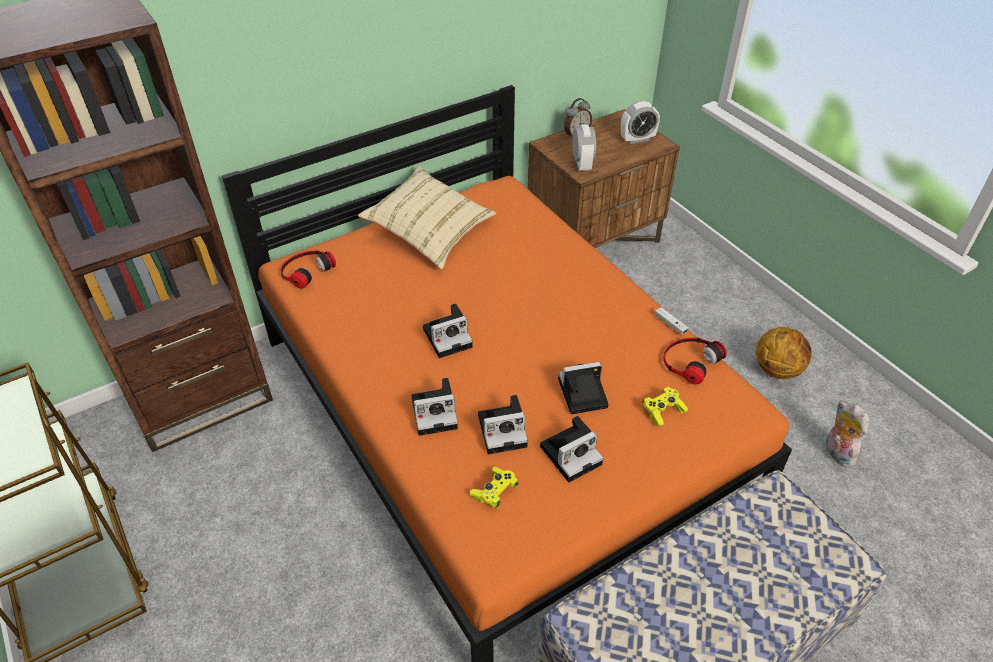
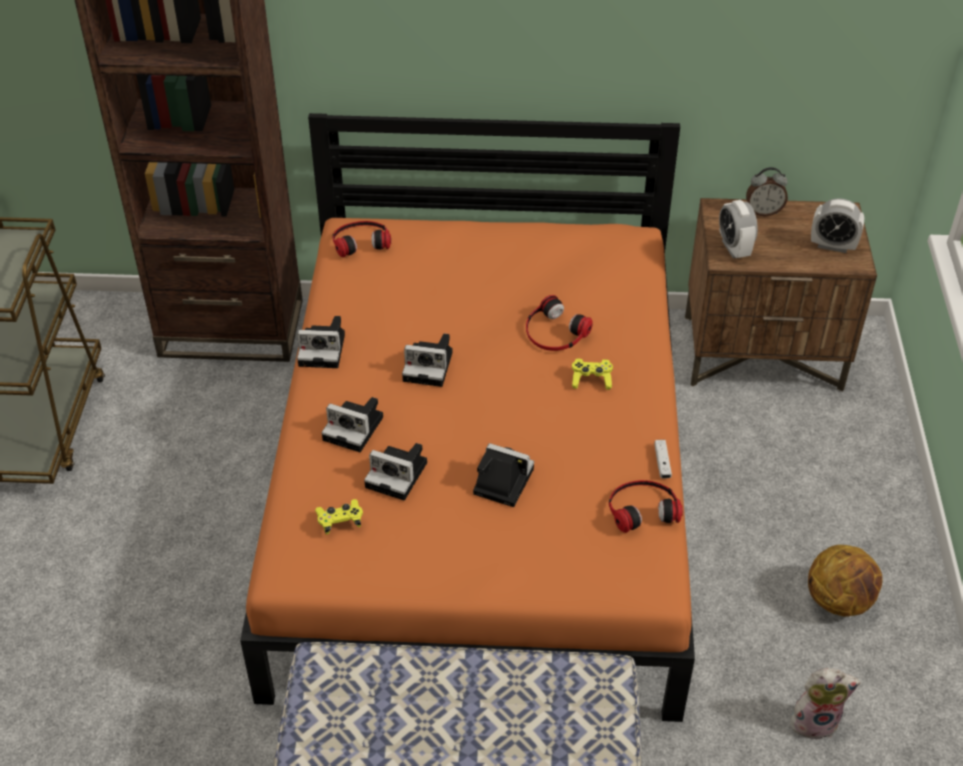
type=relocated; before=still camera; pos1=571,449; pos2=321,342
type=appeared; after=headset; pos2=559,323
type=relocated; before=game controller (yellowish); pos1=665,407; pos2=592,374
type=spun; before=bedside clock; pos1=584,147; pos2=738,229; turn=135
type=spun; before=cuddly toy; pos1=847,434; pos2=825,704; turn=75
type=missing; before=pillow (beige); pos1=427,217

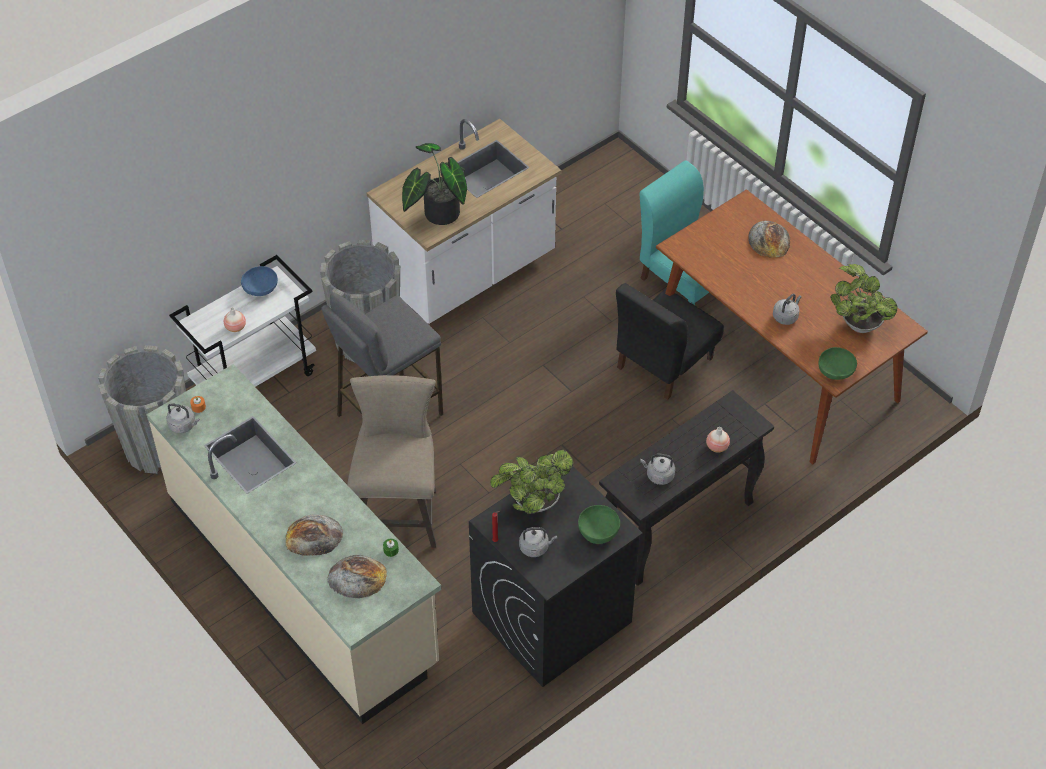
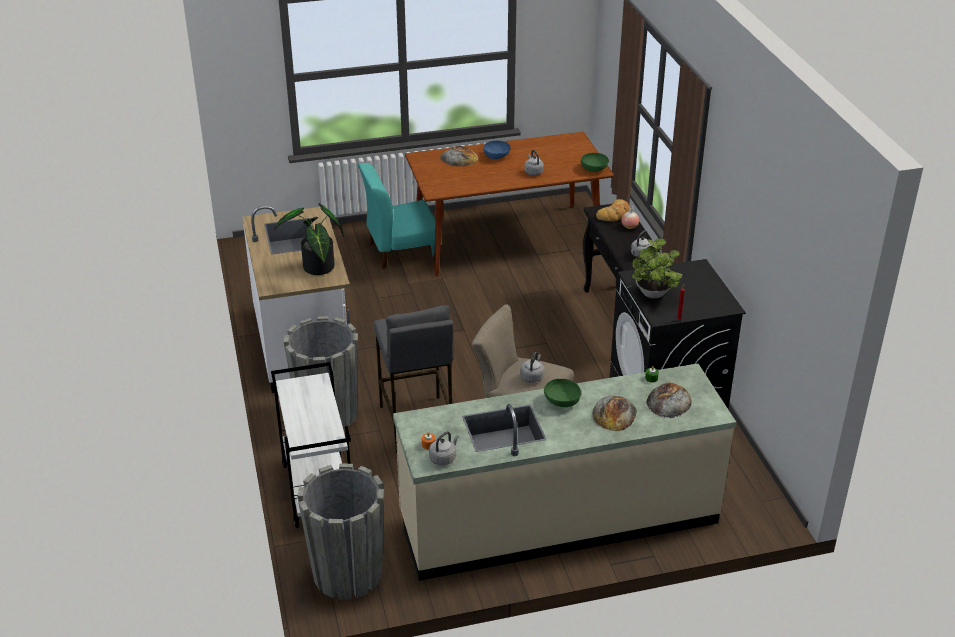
type=relocated; before=bowl (blue-coloured); pos1=259,281; pos2=497,149
type=relocated; before=kettle (grey); pos1=538,542; pos2=532,367
type=relocated; before=bowl (greenish); pos1=599,524; pos2=562,393
type=appeared; after=bakery bread; pos2=612,210
type=missing; before=decorative vase; pos1=235,319
type=missing; before=upright chair (blackish); pos1=669,341
type=missing; before=houseplant; pos1=864,298

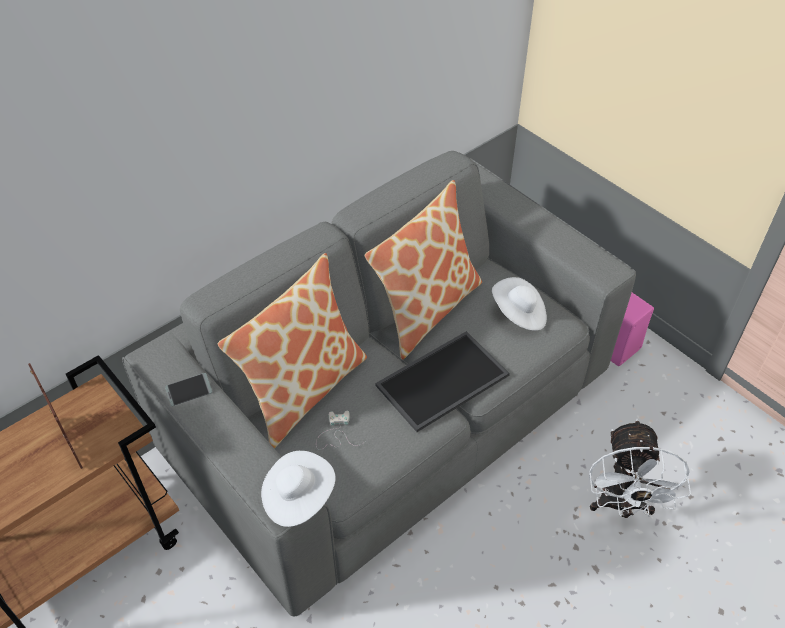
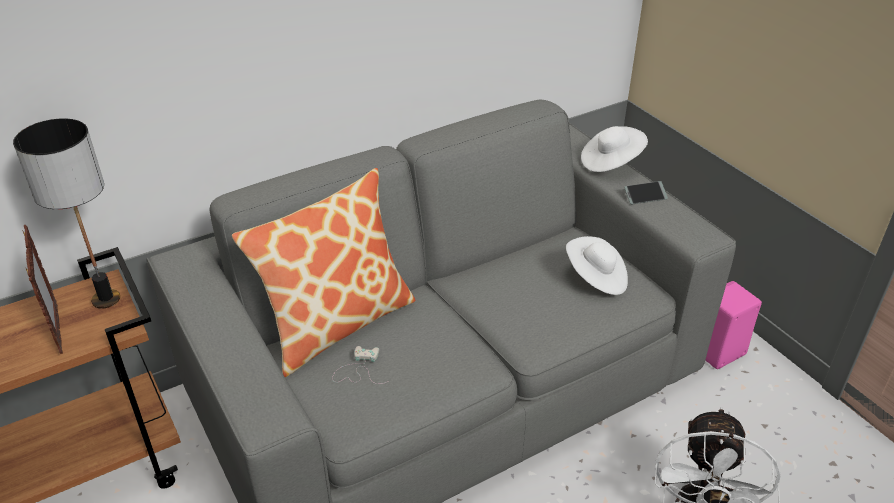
type=appeared; after=table lamp; pos2=66,213
type=relocated; before=clothing hat (white-coloured); pos1=298,489; pos2=614,149
type=relocated; before=handset; pos1=188,389; pos2=646,192
type=missing; before=pillow; pos1=423,269
type=missing; before=serving tray; pos1=442,381

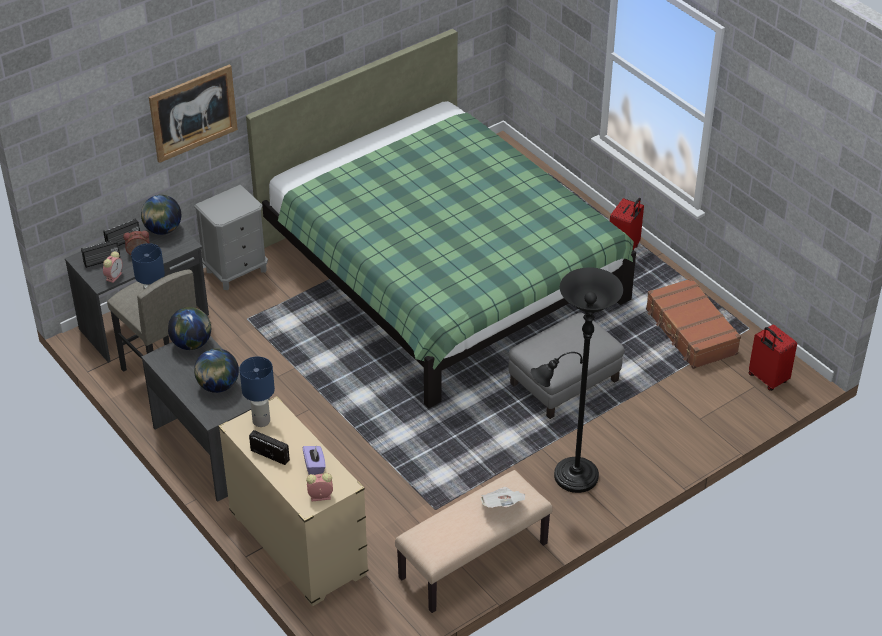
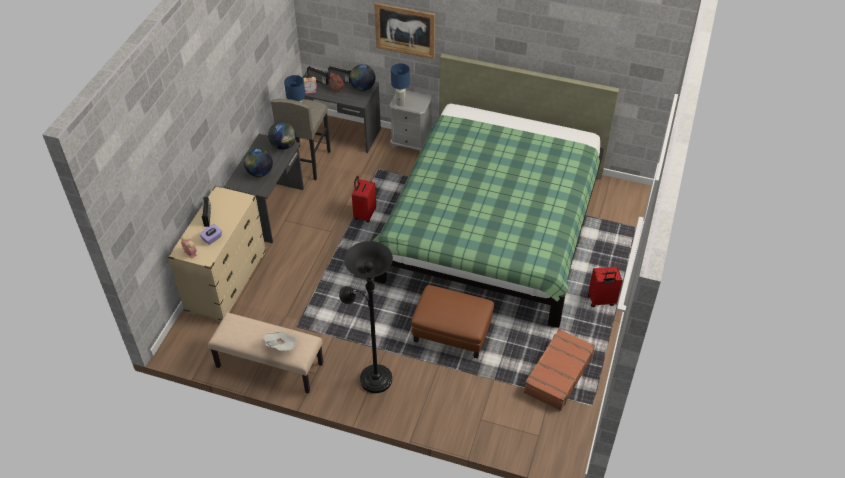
type=relocated; before=travel case (red-coloured); pos1=773,357; pos2=364,199
type=relocated; before=table lamp (blue-coloured); pos1=257,391; pos2=400,84
type=colour; before=footrest (grey); after=footrest (brown-coloured); pos1=566,365; pos2=452,322

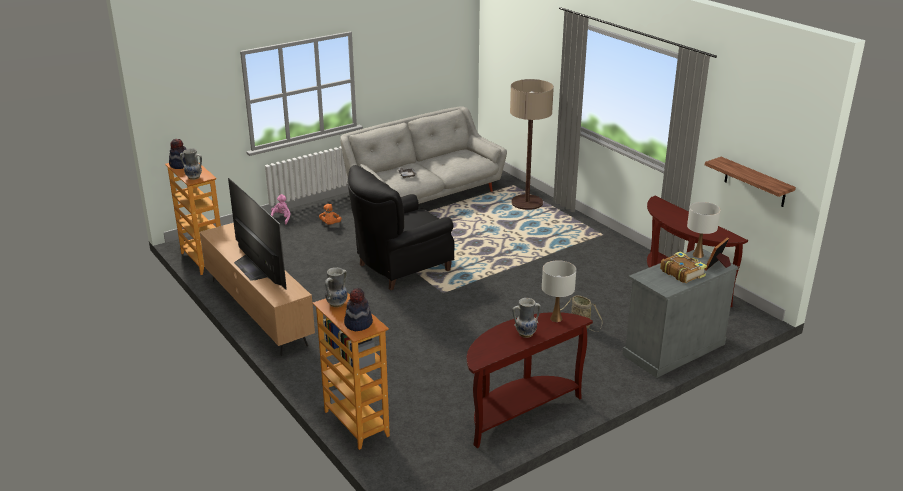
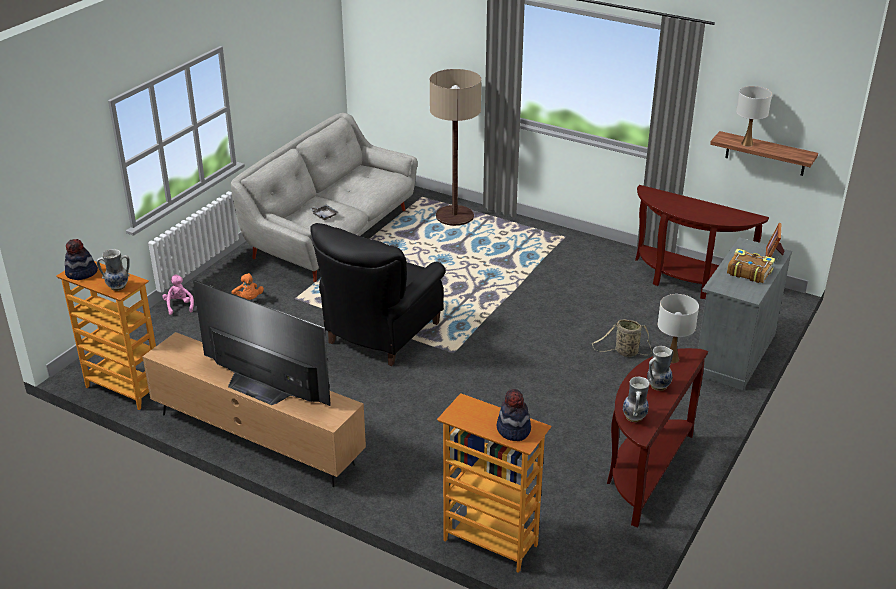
type=relocated; before=decorative vase; pos1=336,287; pos2=636,399
type=relocated; before=table lamp (white-coloured); pos1=704,230; pos2=754,116

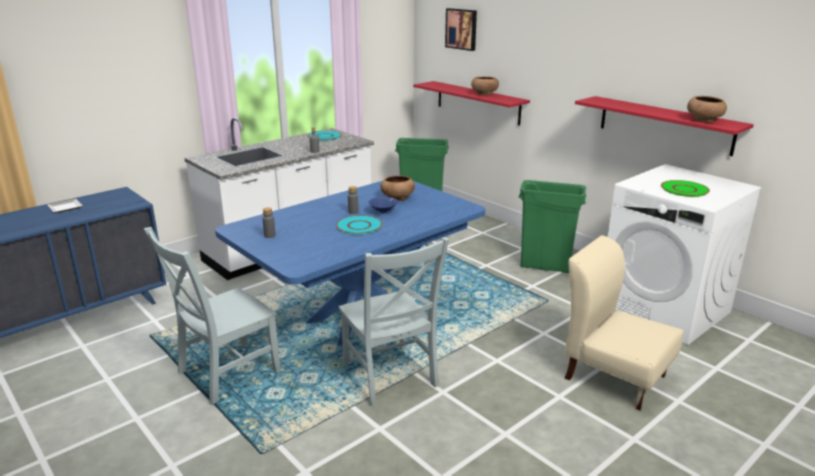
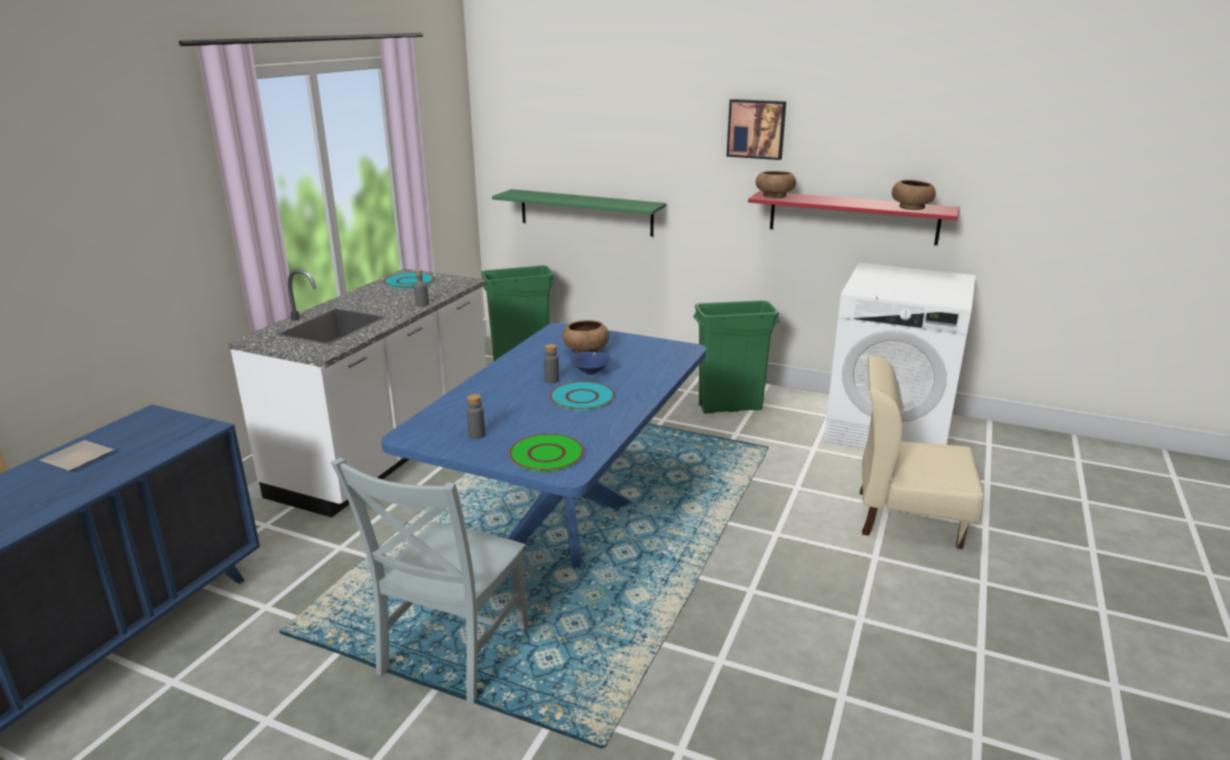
type=colour; before=wall shelf (red-coloured); after=wall shelf (greenish); pos1=471,103; pos2=579,212
type=relocated; before=flat dish (greenish); pos1=685,188; pos2=546,453
type=relocated; before=wall picture; pos1=461,29; pos2=756,129
type=relocated; before=bowl (brown-coloured); pos1=485,86; pos2=776,184
type=missing; before=upright chair (grey); pos1=394,322

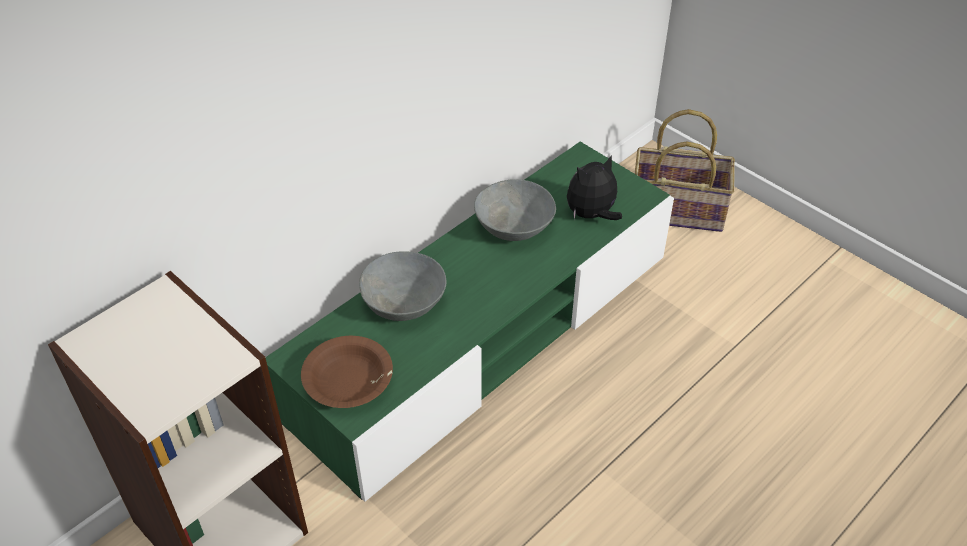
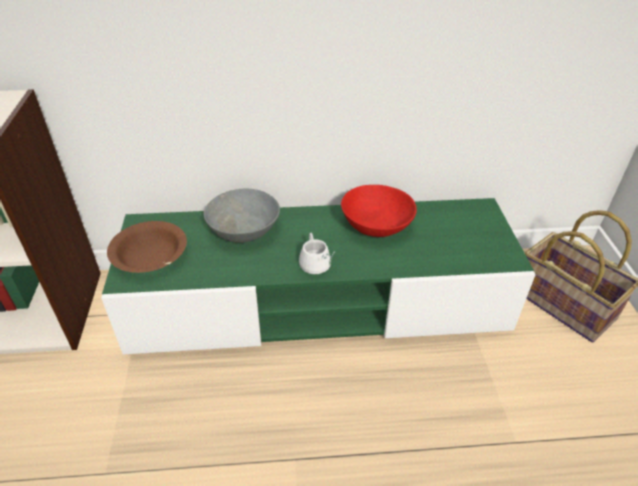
type=appeared; after=tea mug (white-coloured); pos2=317,253
type=colour; before=bowl (grey); after=bowl (red-coloured); pos1=515,210; pos2=379,211
type=missing; before=cuddly toy; pos1=594,187

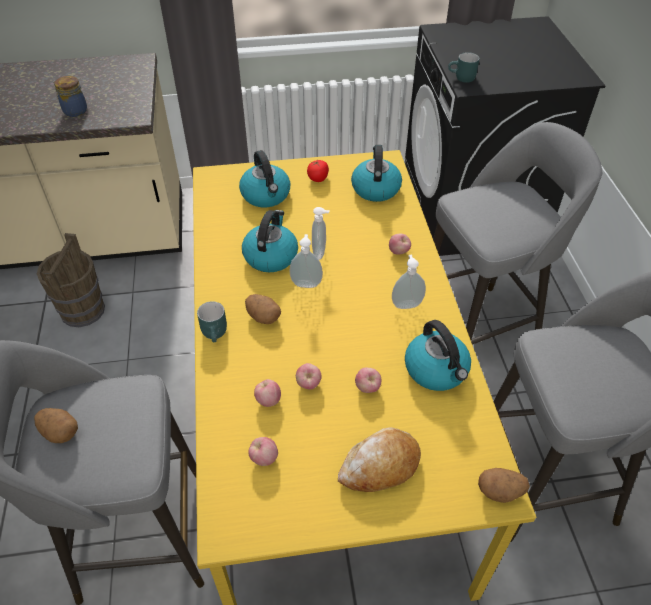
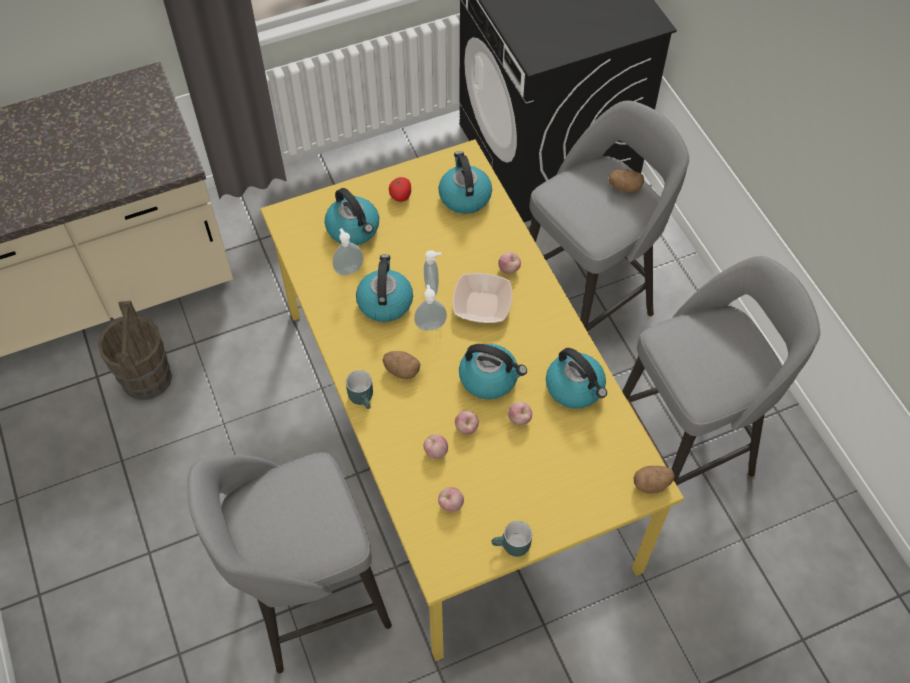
type=relocated; before=soap bottle; pos1=409,282; pos2=348,251
type=appeared; after=bowl; pos2=482,298
type=appeared; after=kettle; pos2=493,371
type=relocated; before=tea mug (turquoise-coloured); pos1=464,67; pos2=512,539
type=relocated; before=whole potato; pos1=56,425; pos2=626,181
type=missing; before=preserve jar; pos1=70,96
type=missing; before=bakery bread; pos1=379,459

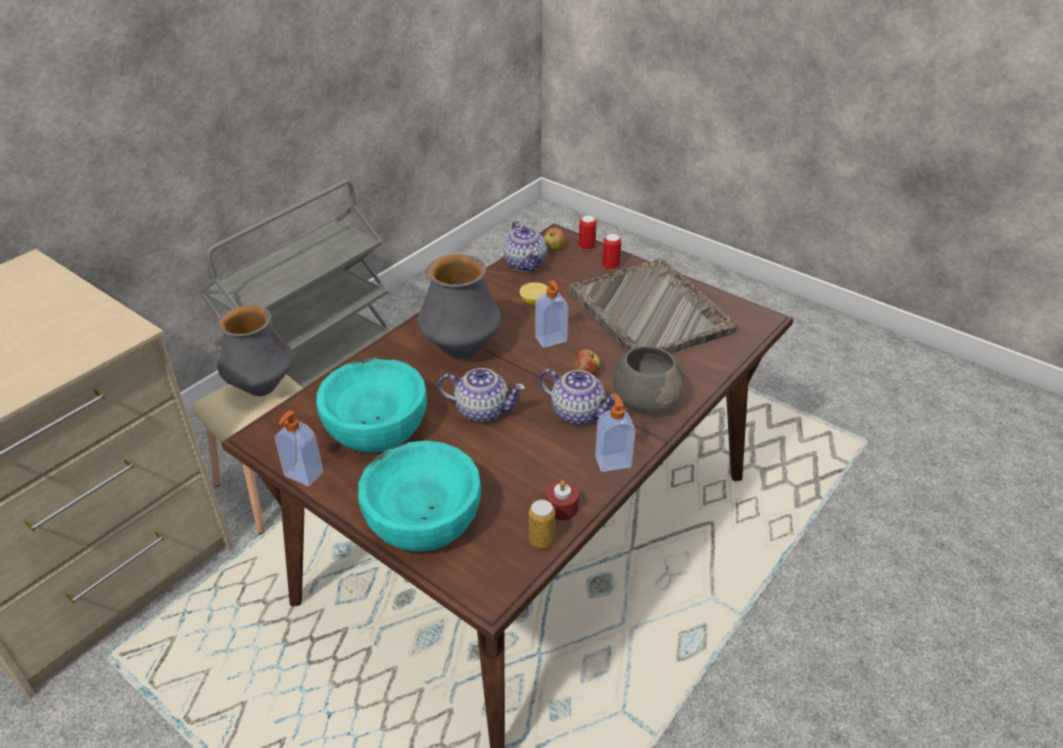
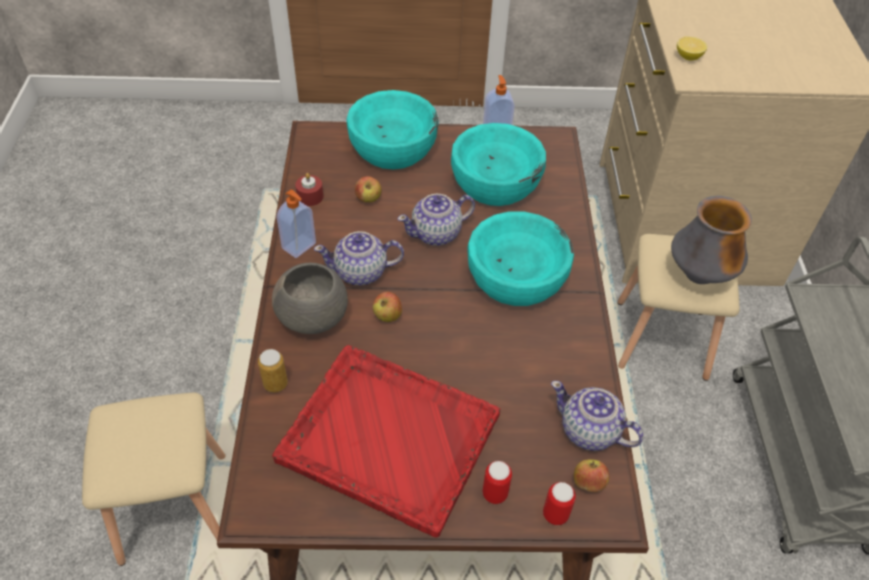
type=appeared; after=stool seat (beige); pos2=153,479
type=relocated; before=metal can; pos1=542,524; pos2=273,371
type=colour; before=serving tray (grey); after=serving tray (red-coloured); pos1=653,306; pos2=386,441
type=appeared; after=apple fruit; pos2=368,189
type=exchanged; before=decorative vase; after=bowl (turquoise-coloured); pos1=459,306; pos2=520,258
type=relocated; before=whole lemon; pos1=534,294; pos2=692,48
type=missing; before=soap bottle; pos1=551,314

